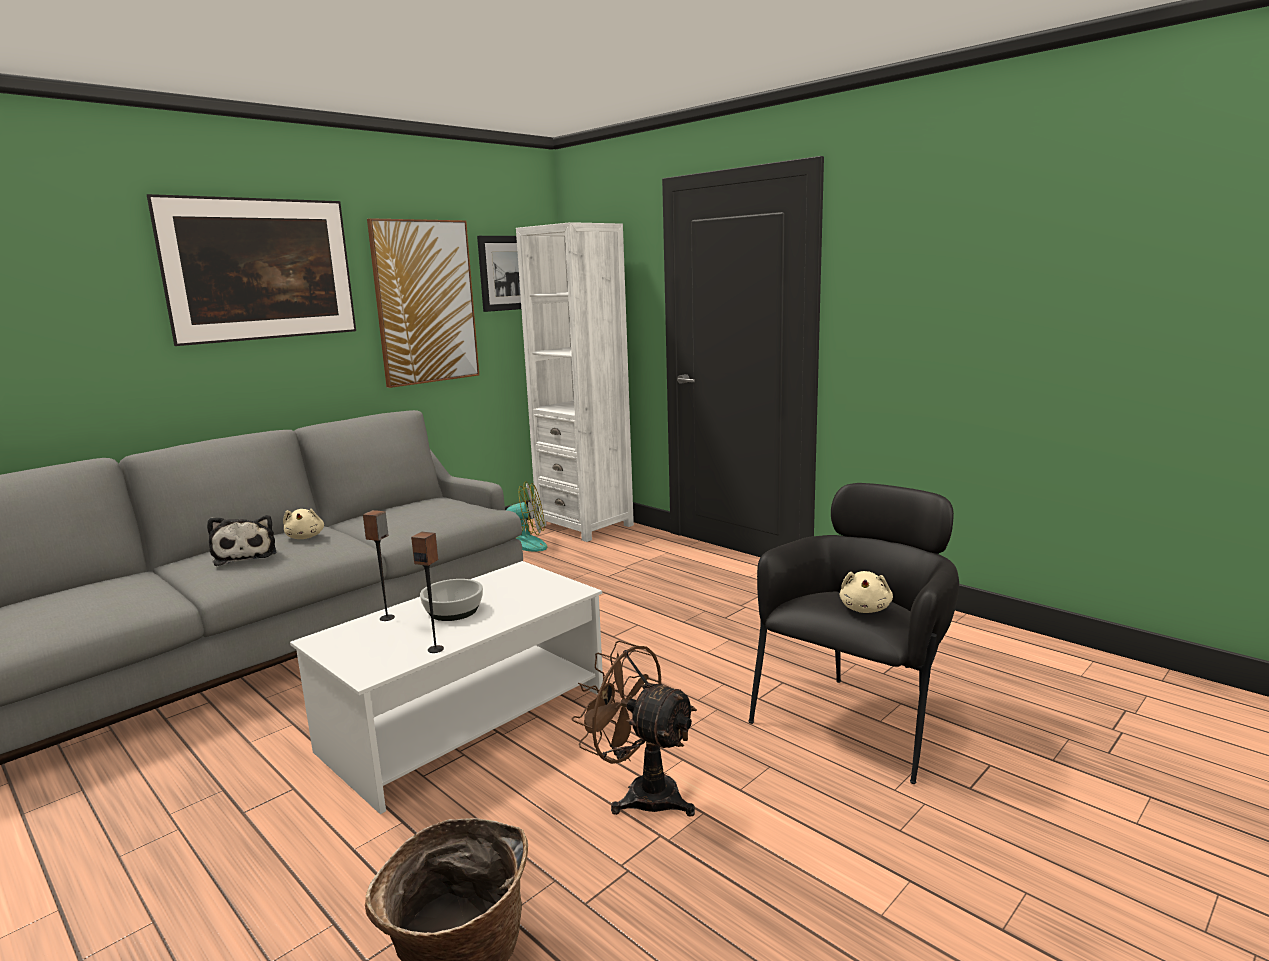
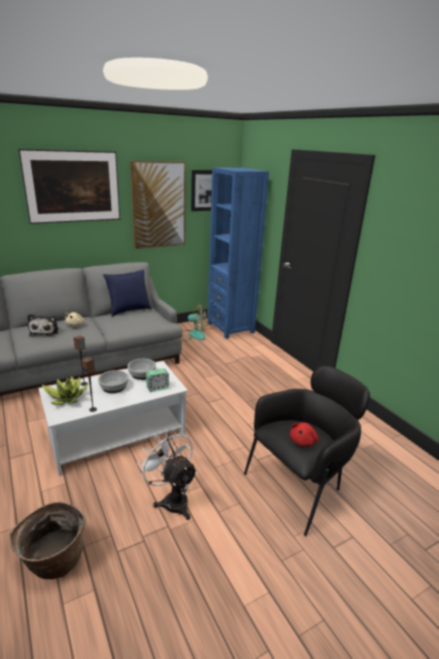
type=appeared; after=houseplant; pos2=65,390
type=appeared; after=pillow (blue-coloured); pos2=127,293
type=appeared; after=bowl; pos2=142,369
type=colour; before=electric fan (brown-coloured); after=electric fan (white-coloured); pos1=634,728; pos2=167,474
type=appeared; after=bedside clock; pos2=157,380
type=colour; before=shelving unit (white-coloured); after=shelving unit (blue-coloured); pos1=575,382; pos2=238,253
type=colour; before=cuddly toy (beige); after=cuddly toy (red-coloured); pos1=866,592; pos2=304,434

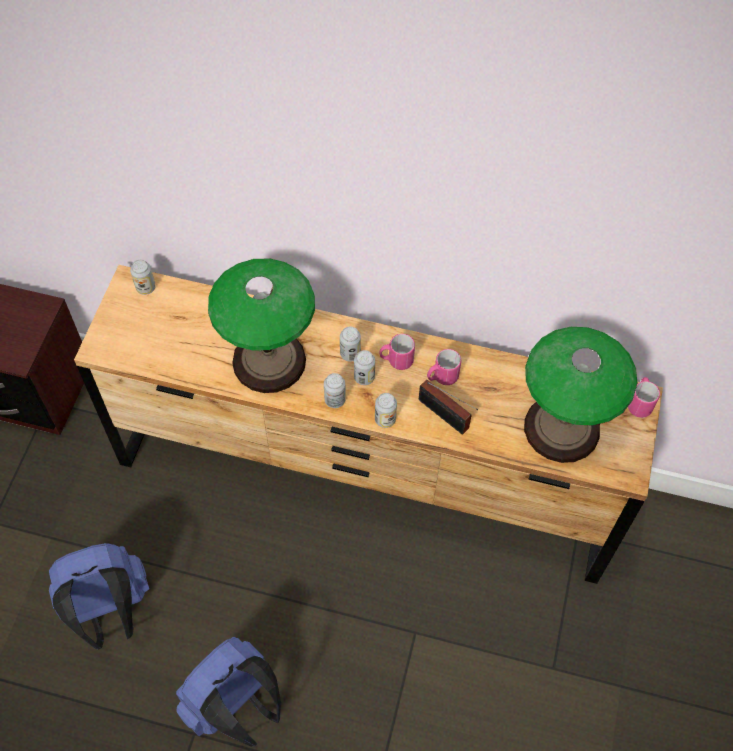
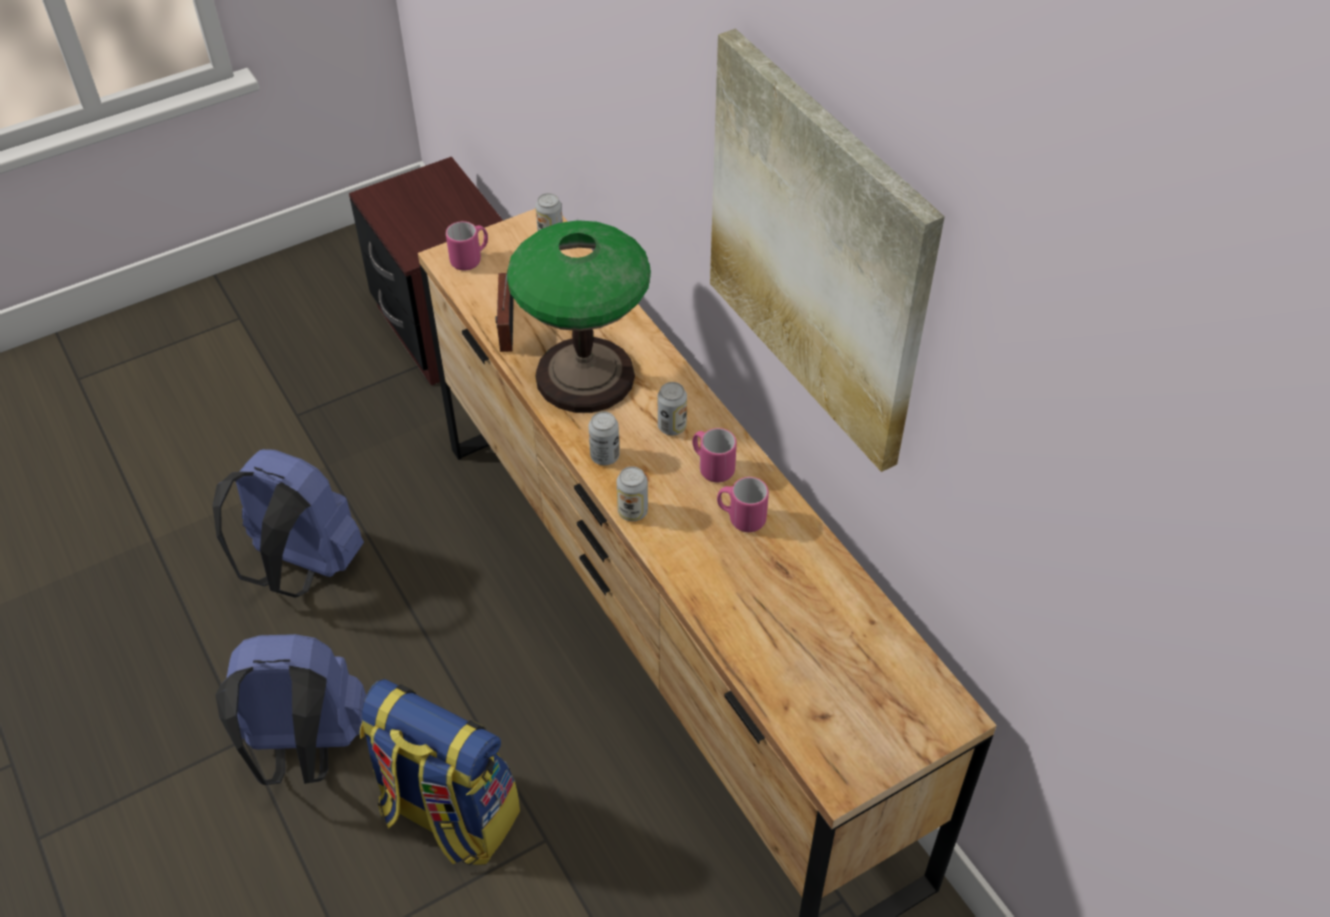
type=appeared; after=backpack; pos2=440,772
type=relocated; before=tea mug (pink-coloured); pos1=644,397; pos2=467,245
type=relocated; before=radio set; pos1=448,407; pos2=505,312
type=appeared; after=wall picture; pos2=827,250
type=missing; before=metal can; pos1=364,367
type=missing; before=table lamp; pos1=580,395

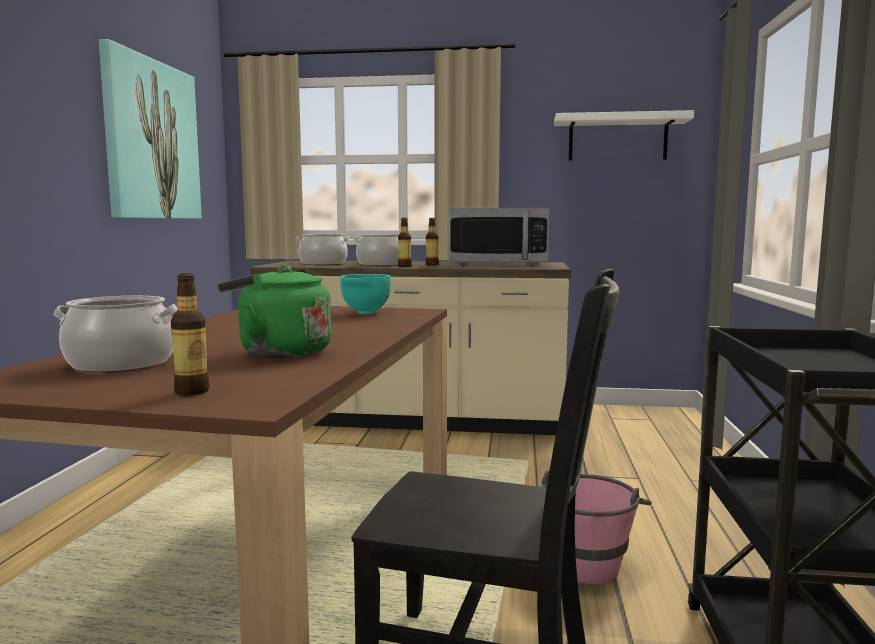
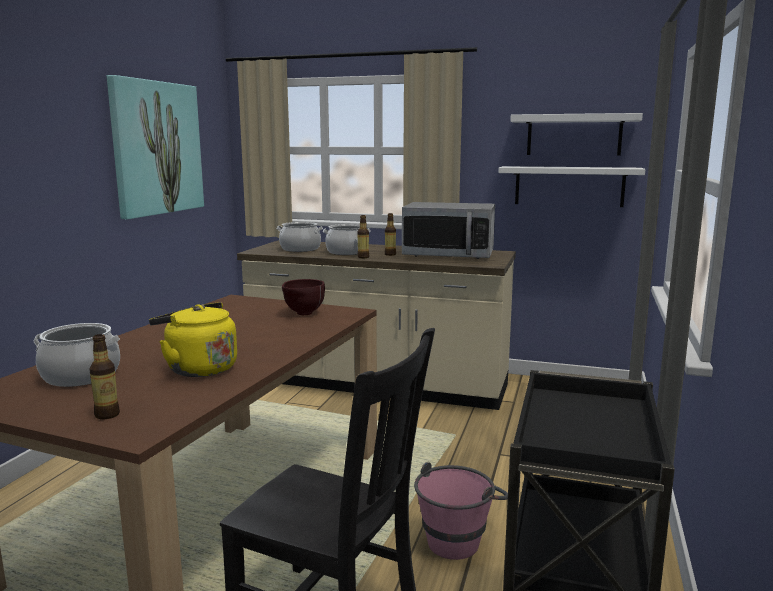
type=colour; before=kettle (greenish); after=kettle (yellowish); pos1=274,311; pos2=193,339
type=colour; before=bowl (turquoise-coloured); after=bowl (brown-coloured); pos1=365,294; pos2=303,297
type=appeared; after=wall shelf (white-coloured); pos2=571,186

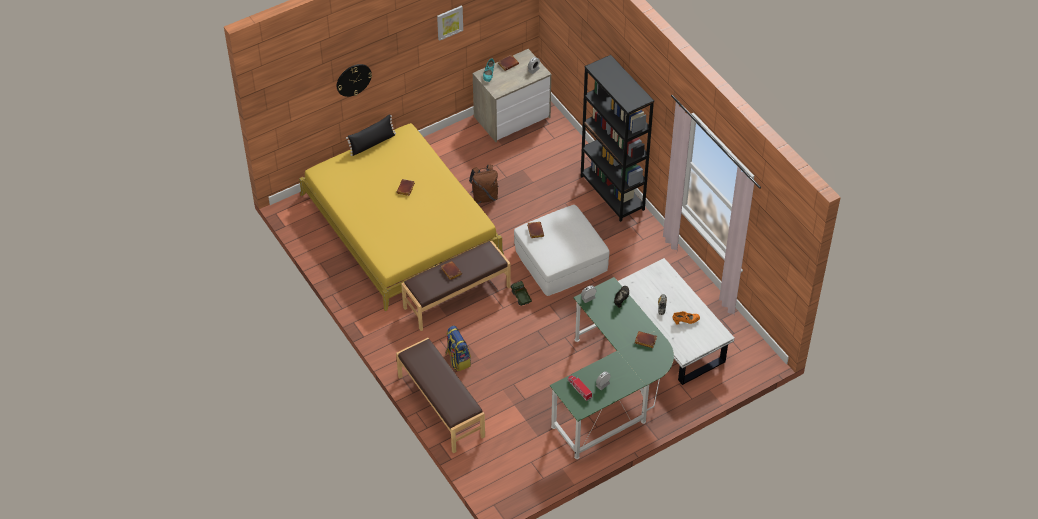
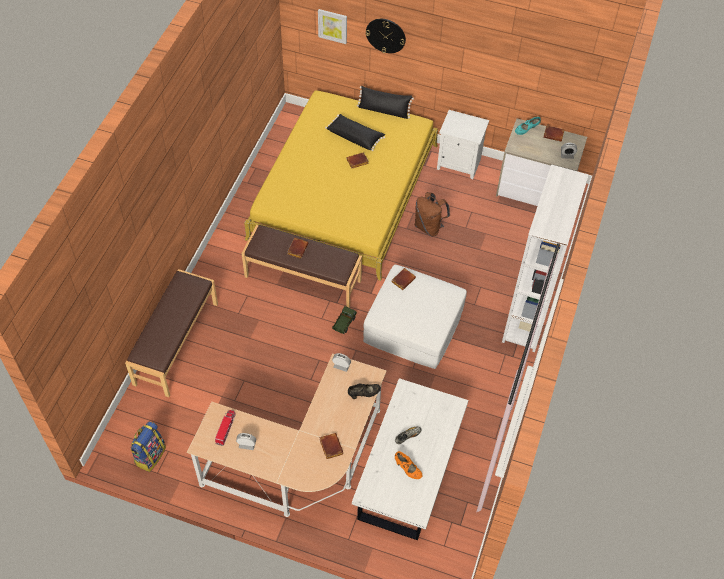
type=relocated; before=backpack; pos1=458,348; pos2=148,447
type=colour; before=desk table (greenish); after=desk table (beige); pos1=612,368; pos2=287,435
type=relocated; before=wall picture; pos1=450,23; pos2=332,26
type=appeared; after=pillow (blackish); pos2=355,132
type=appeared; after=nightstand (white-coloured); pos2=463,144
type=colour; before=shelving unit (blackish); after=shelving unit (white-coloured); pos1=617,138; pos2=545,258

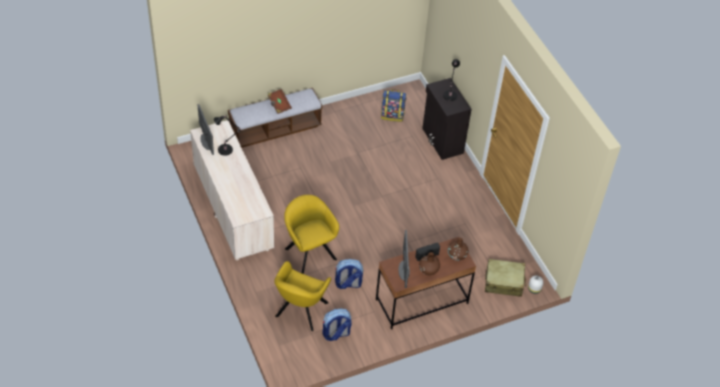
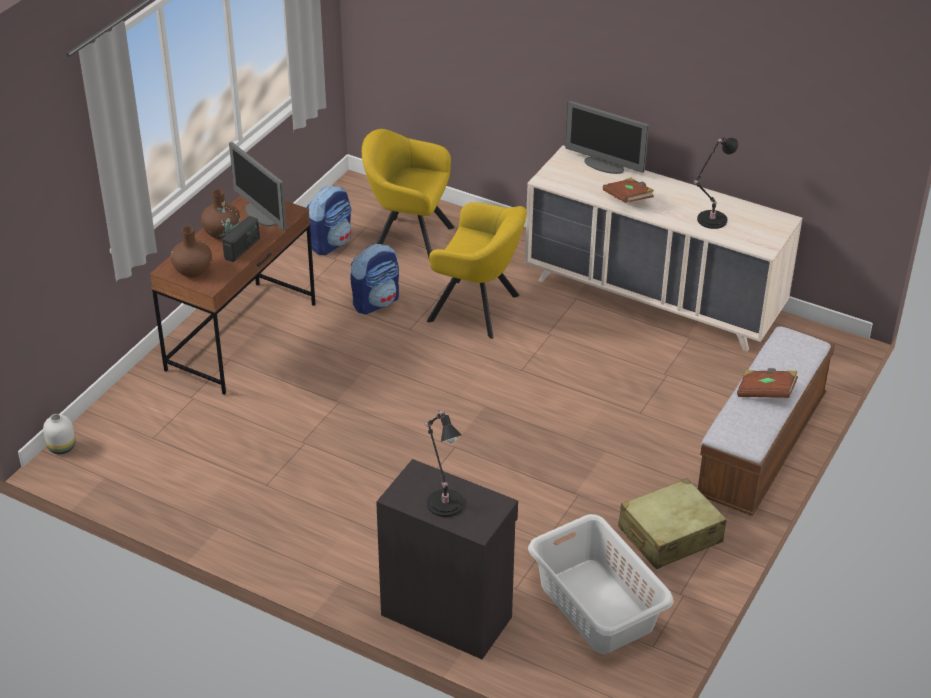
type=spun; before=lounge chair (yellowish); pos1=302,296; pos2=408,195; turn=-60
type=exchanged; before=backpack; after=laundry basket (grey); pos1=393,105; pos2=601,584
type=relocated; before=monitor; pos1=205,129; pos2=607,137
type=appeared; after=volume (brown-coloured); pos2=628,190
type=relocated; before=travel case (beige); pos1=505,278; pos2=672,523

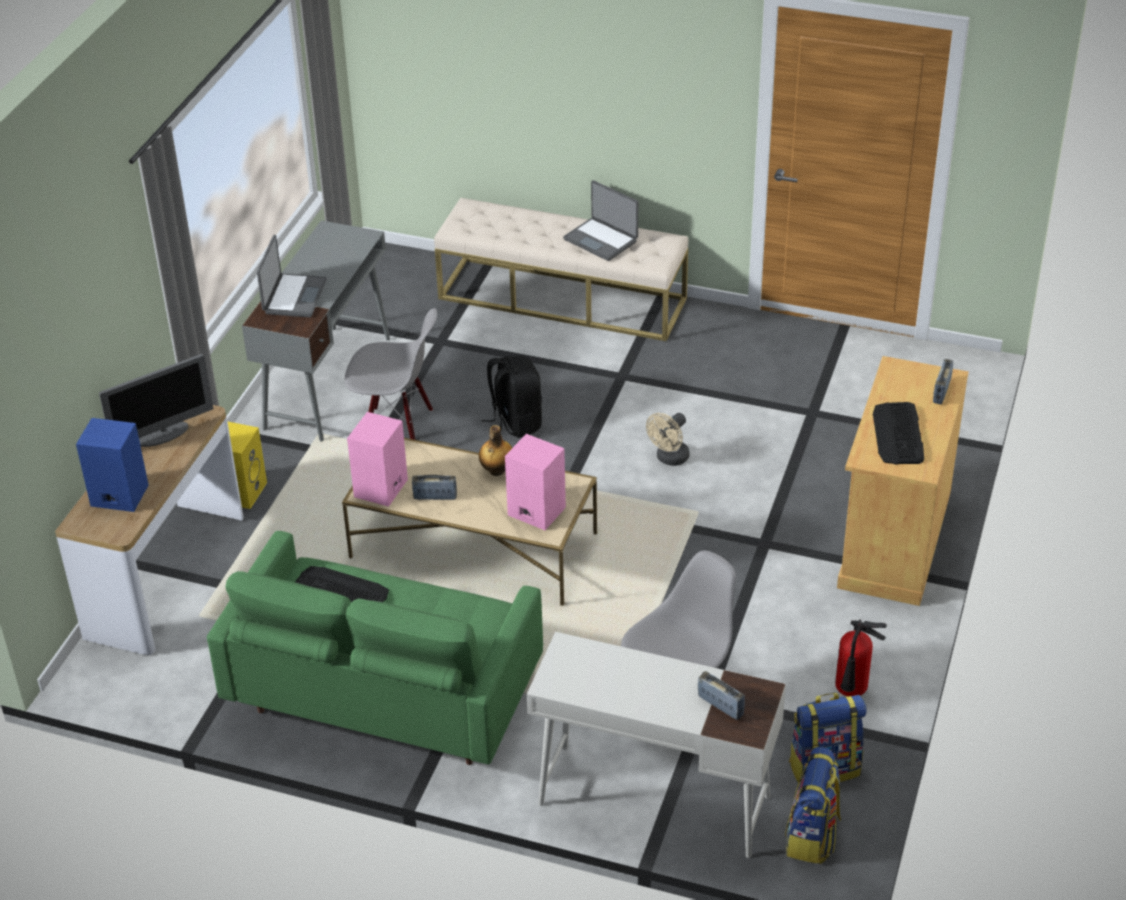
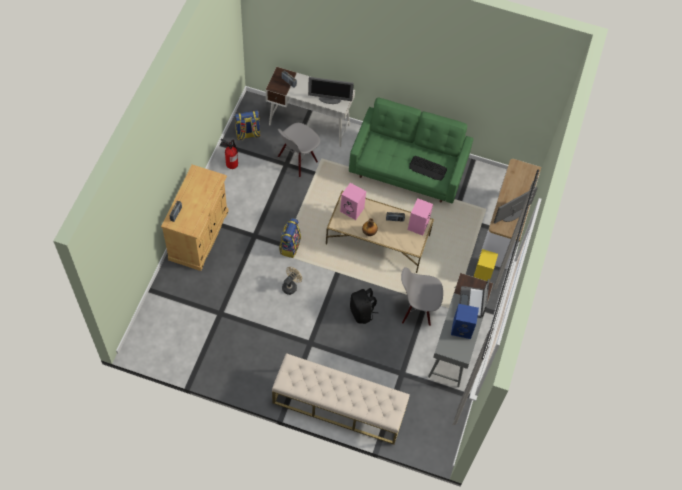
type=relocated; before=backpack; pos1=813,805; pos2=290,238
type=appeared; after=monitor; pos2=331,90
type=relocated; before=speaker (blue-coloured); pos1=112,465; pos2=465,321
type=missing; before=laptop; pos1=600,220
type=missing; before=PC keyboard; pos1=898,433

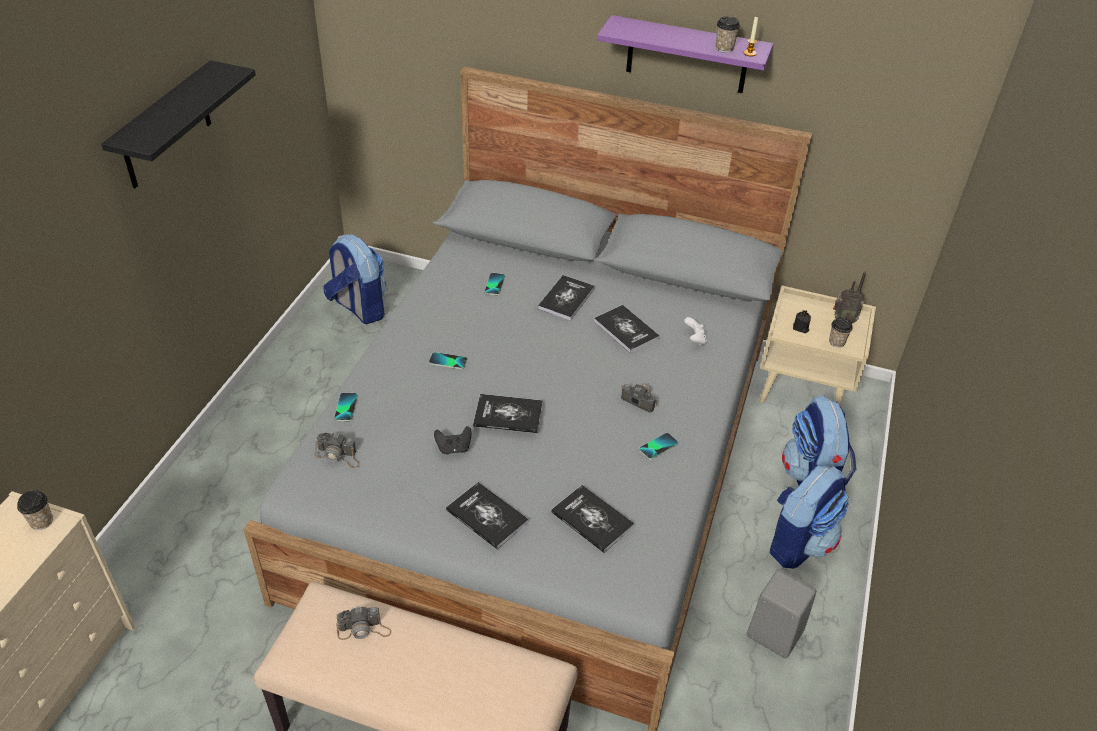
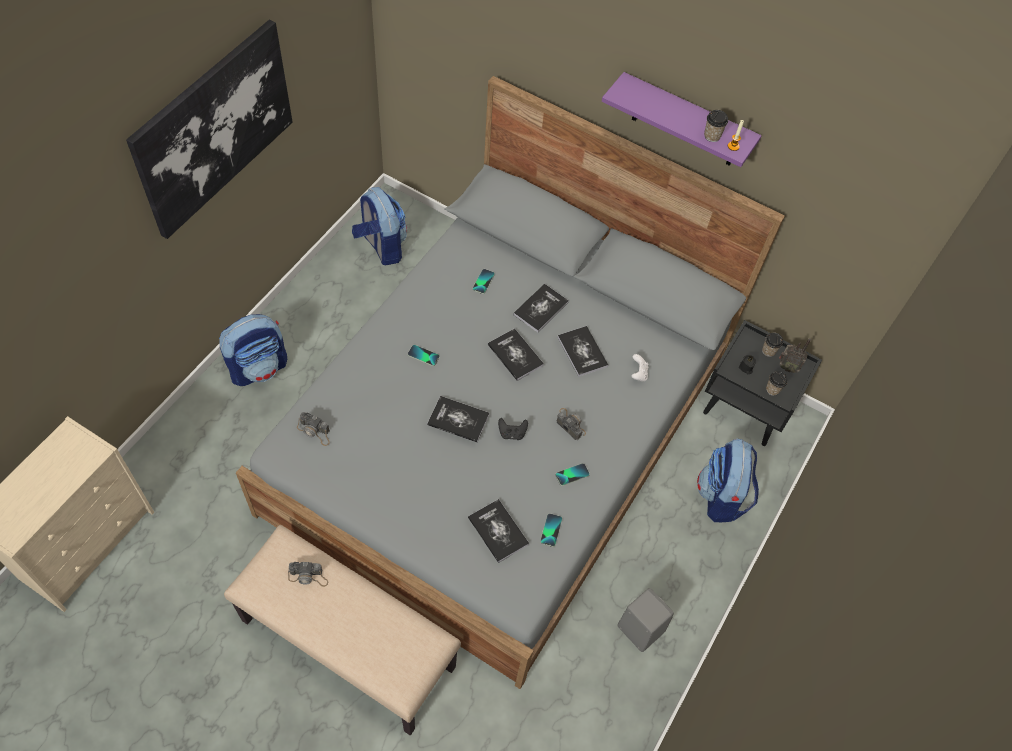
type=exchanged; before=wall shelf (blackish); after=wall picture; pos1=178,124; pos2=209,129
type=relocated; before=backpack; pos1=809,517; pos2=253,350
type=relocated; before=volume; pos1=487,515; pos2=516,354
type=relocated; before=game controller (blackish); pos1=453,440; pos2=513,429
type=relocated; before=handset; pos1=346,406; pos2=551,530
type=colour; before=nightstand (beige); after=nightstand (blackish); pos1=818,346; pos2=762,383
type=relocated; before=small cup; pos1=35,510; pos2=772,344

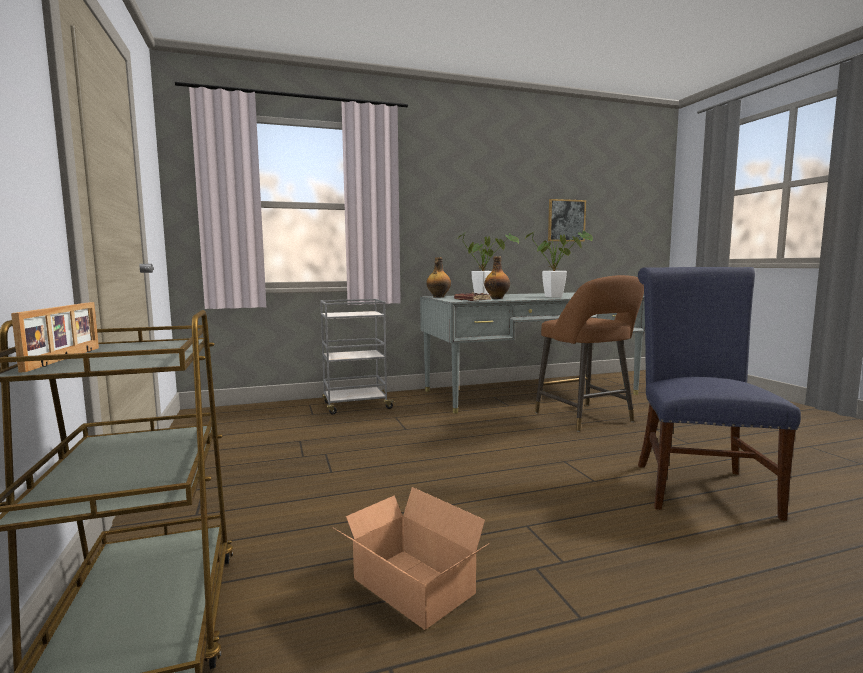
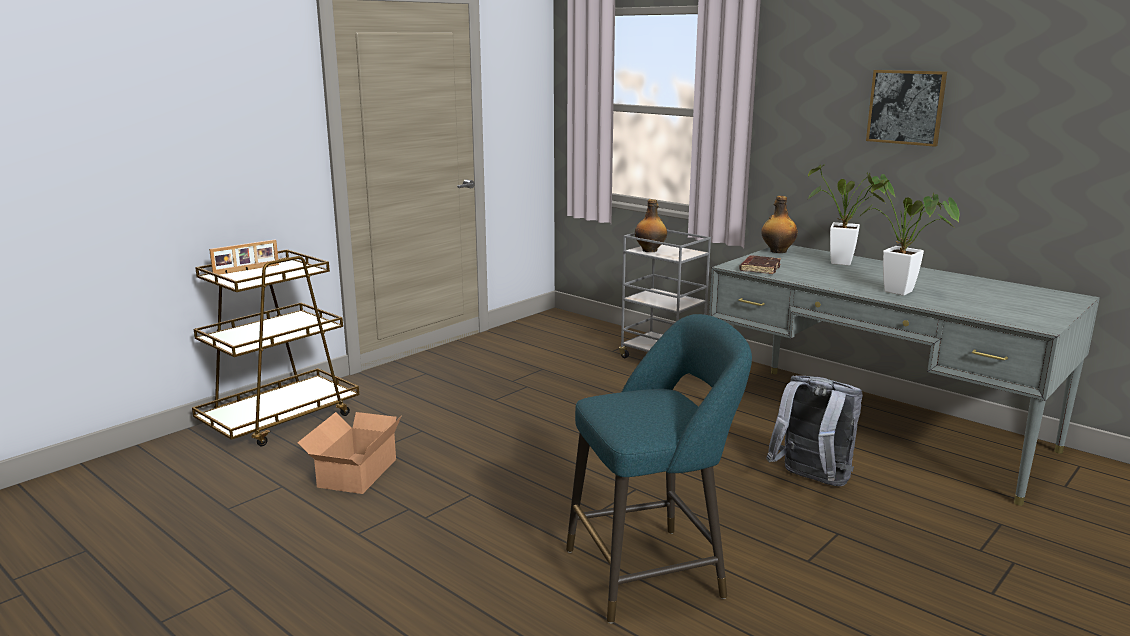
type=exchanged; before=upright chair (blue-coloured); after=stool seat (turquoise-coloured); pos1=719,394; pos2=659,468
type=relocated; before=drink bottle; pos1=497,277; pos2=651,225
type=exchanged; before=stool seat (brown-coloured); after=backpack (grey); pos1=589,353; pos2=814,431
type=relocated; before=wall picture; pos1=567,220; pos2=906,108

